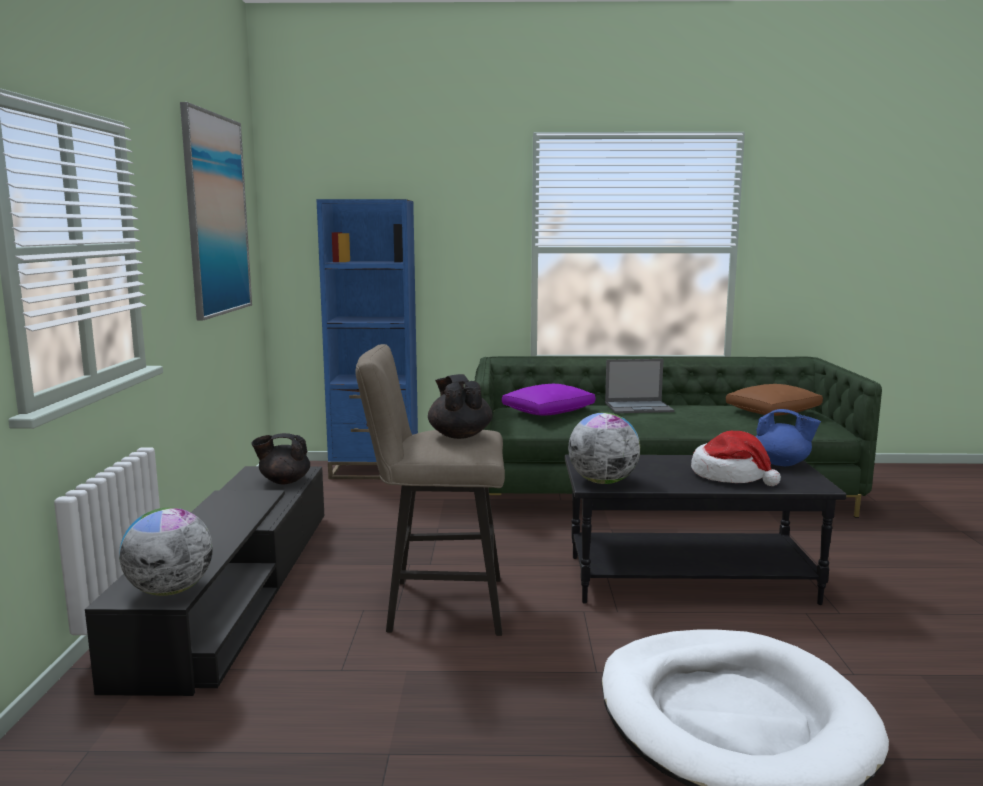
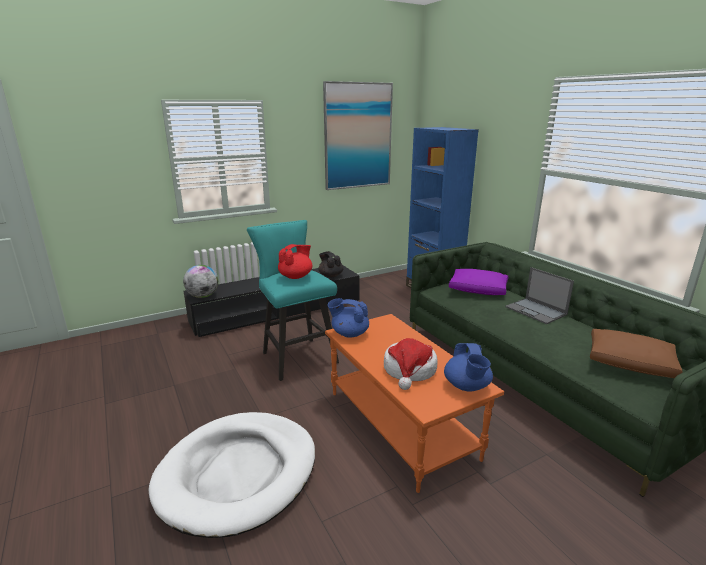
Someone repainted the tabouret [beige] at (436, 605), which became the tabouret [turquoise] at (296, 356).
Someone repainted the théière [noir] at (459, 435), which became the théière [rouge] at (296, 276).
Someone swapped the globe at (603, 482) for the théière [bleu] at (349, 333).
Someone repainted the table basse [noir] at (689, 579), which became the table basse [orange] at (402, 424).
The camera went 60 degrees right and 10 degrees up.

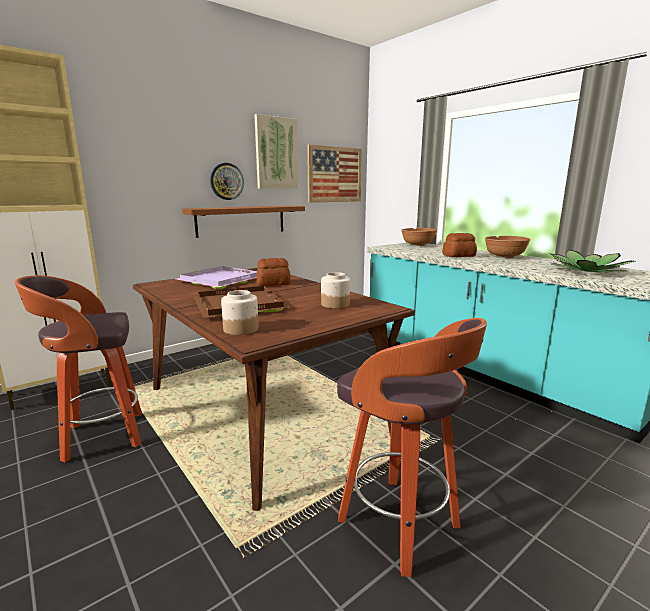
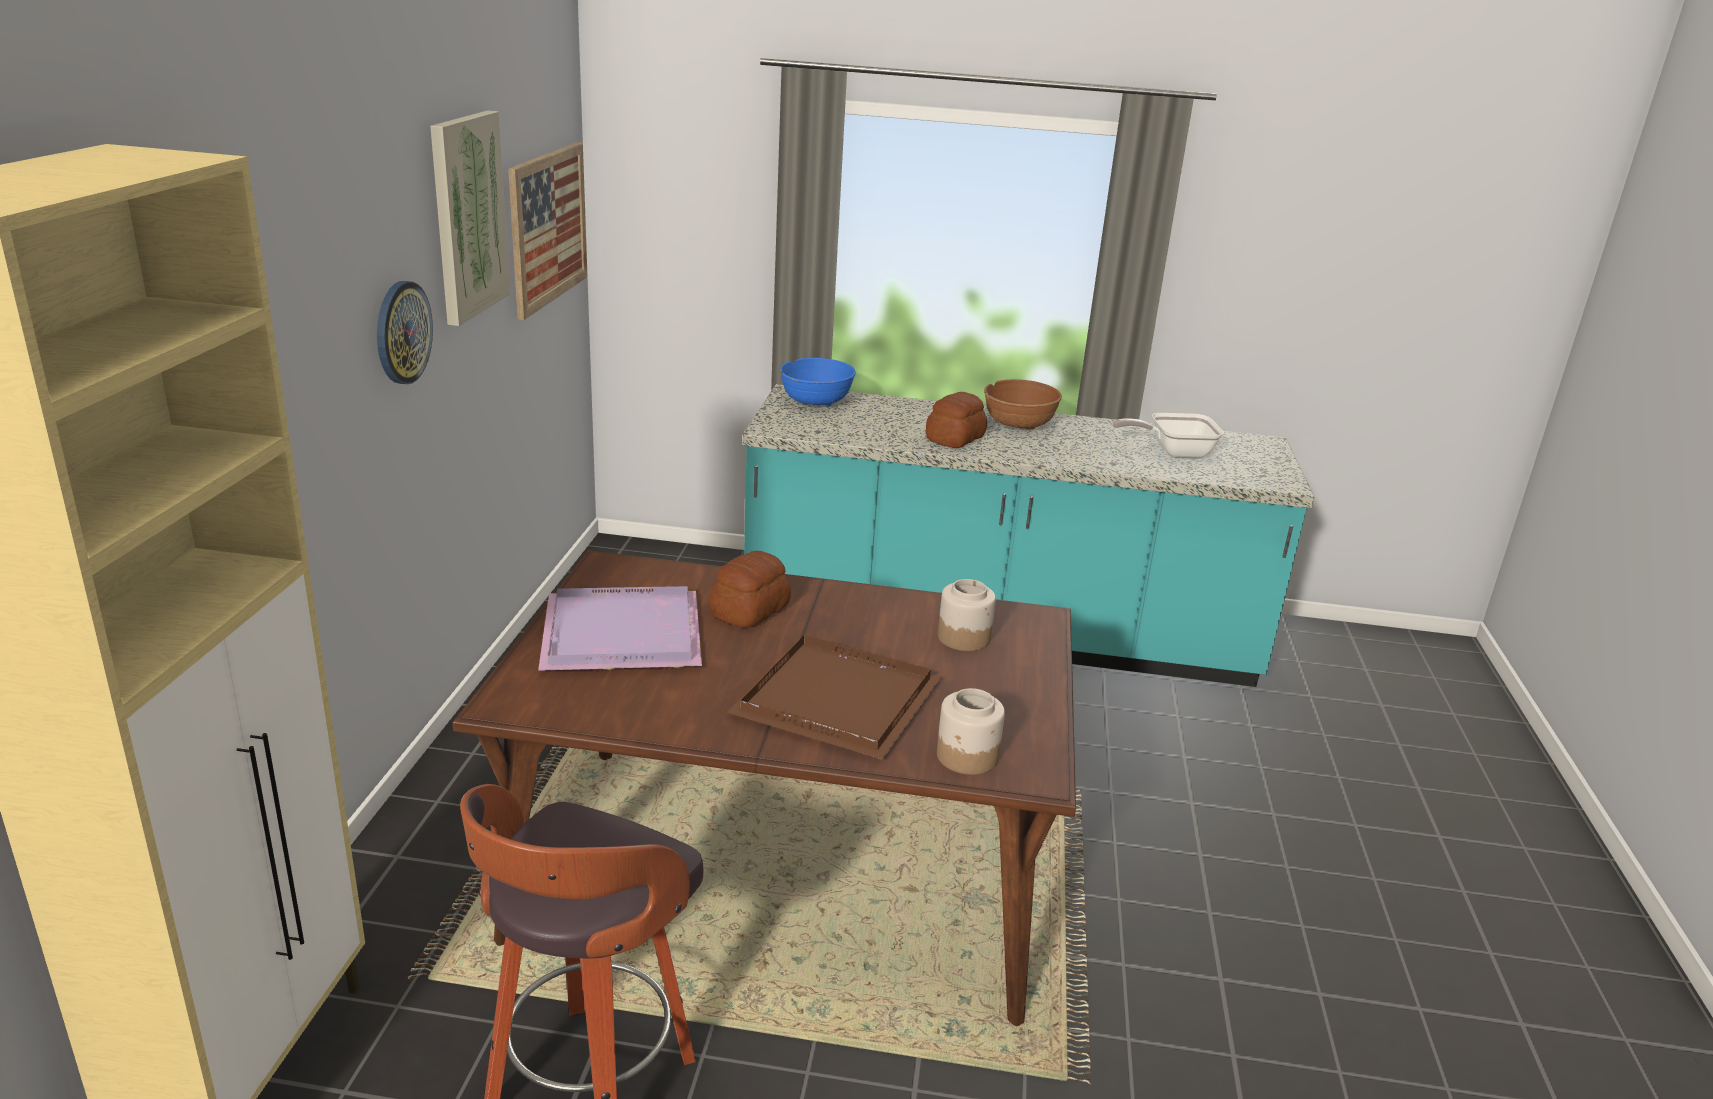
Someone took away the étagère [marron] at (241, 220).
Someone repainted the bol [marron] at (417, 245), which became the bol [bleu] at (816, 402).
Someone swapped the plante en pot at (587, 271) for the poêle at (1173, 452).
Someone took away the tabouret at (401, 525).
The camera went 45 degrees left and 10 degrees up.

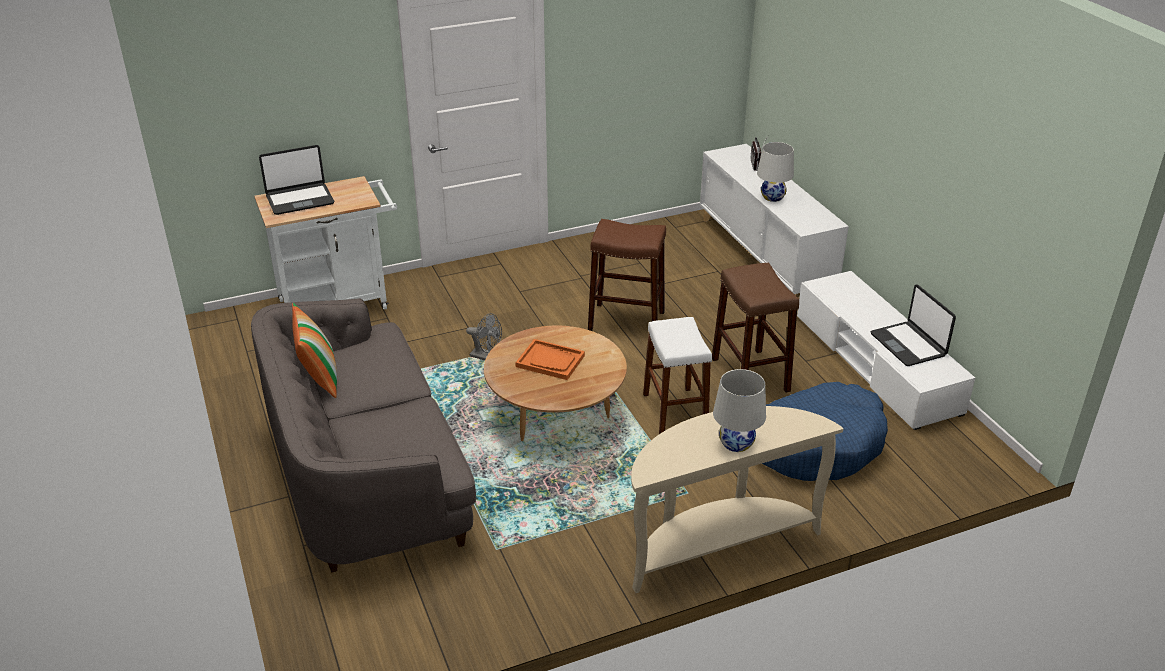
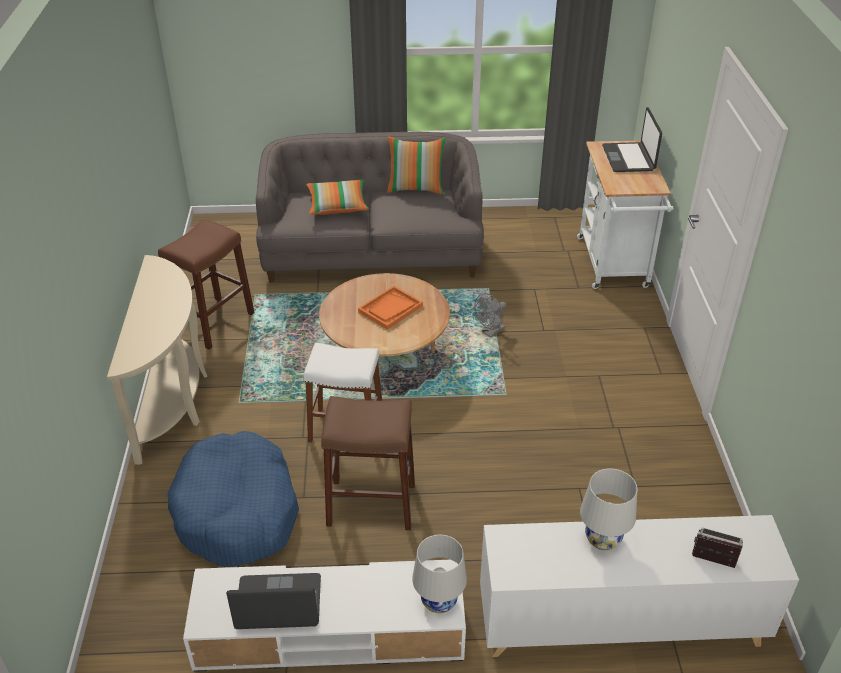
Someone carried the tabouret [marron] from (626, 321) to (213, 322).
Someone carried the lampe de table [blanc] from (736, 443) to (439, 601).
Someone put down the coussin at (338, 205).
The camera went 110 degrees right and 5 degrees up.

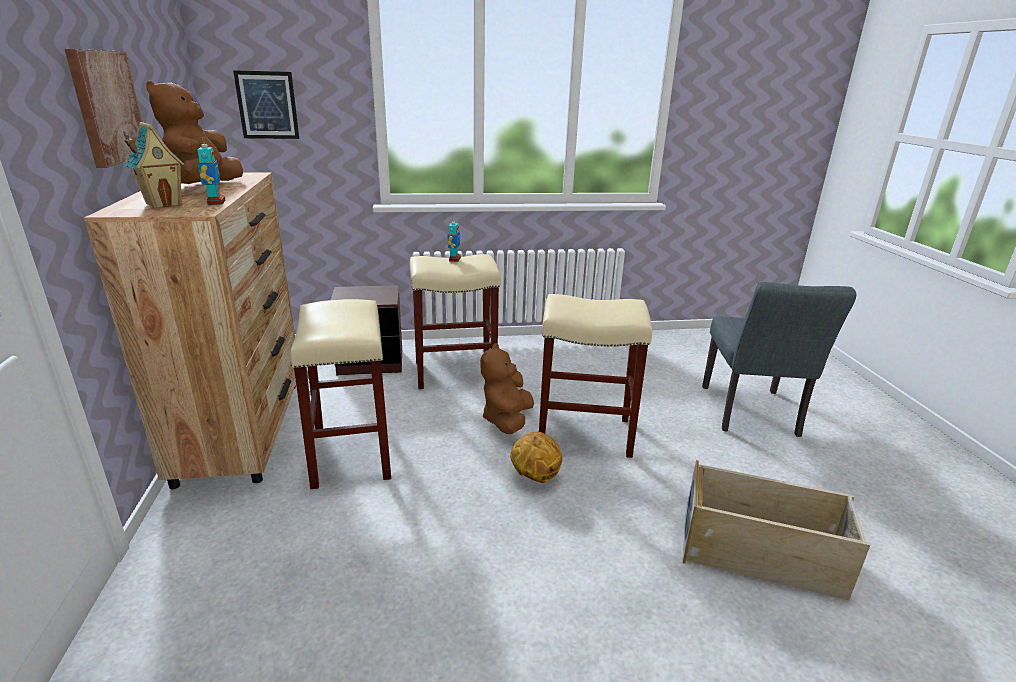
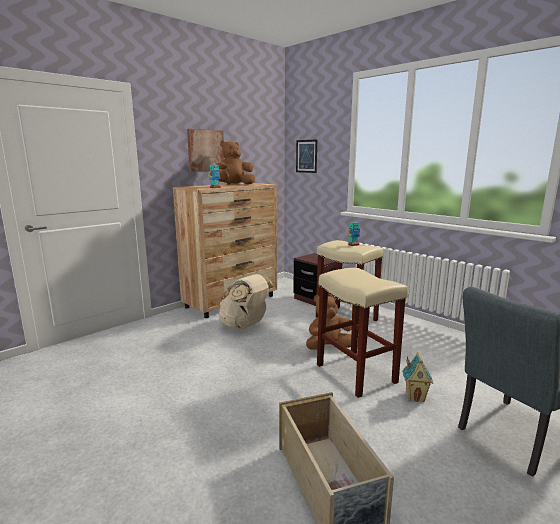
Someone carried the maison miniature from (164, 204) to (415, 396).
Someone swapped the tabouret [beige] at (352, 454) for the sac à dos [beige] at (245, 325).
Someone took away the ballon de basket at (534, 476).
The camera went 55 degrees right and 10 degrees down.

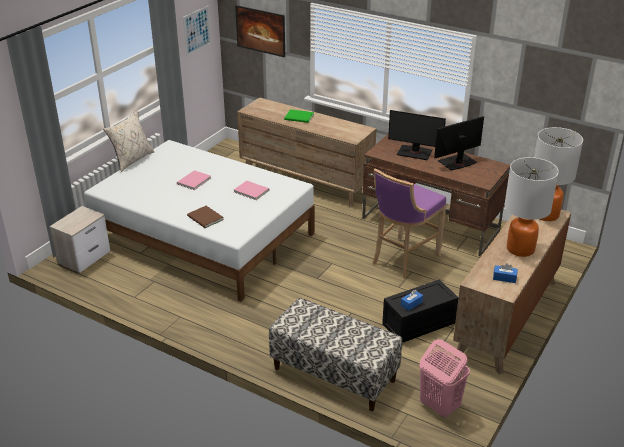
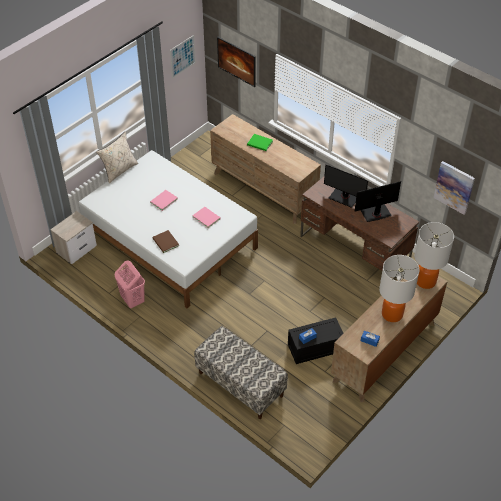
Someone took away the tabouret [violet] at (403, 259).
Someone carried the panier à linge [rose] from (439, 406) to (132, 300).
Someone put up the tableau at (454, 187).
The camera went 10 degrees right and 15 degrees up.

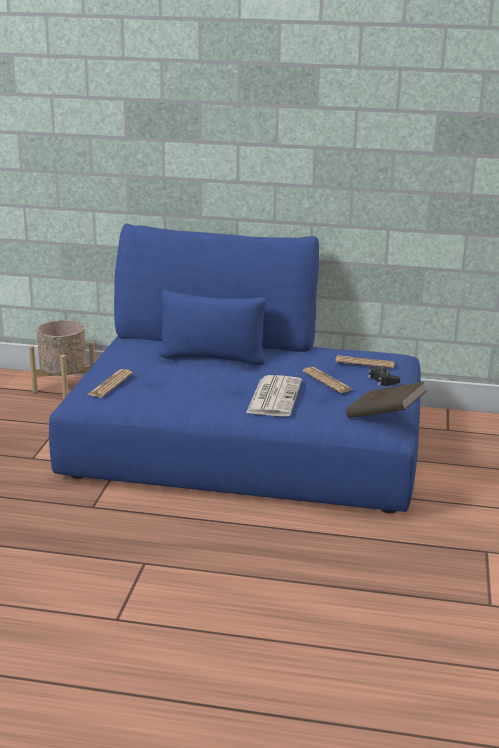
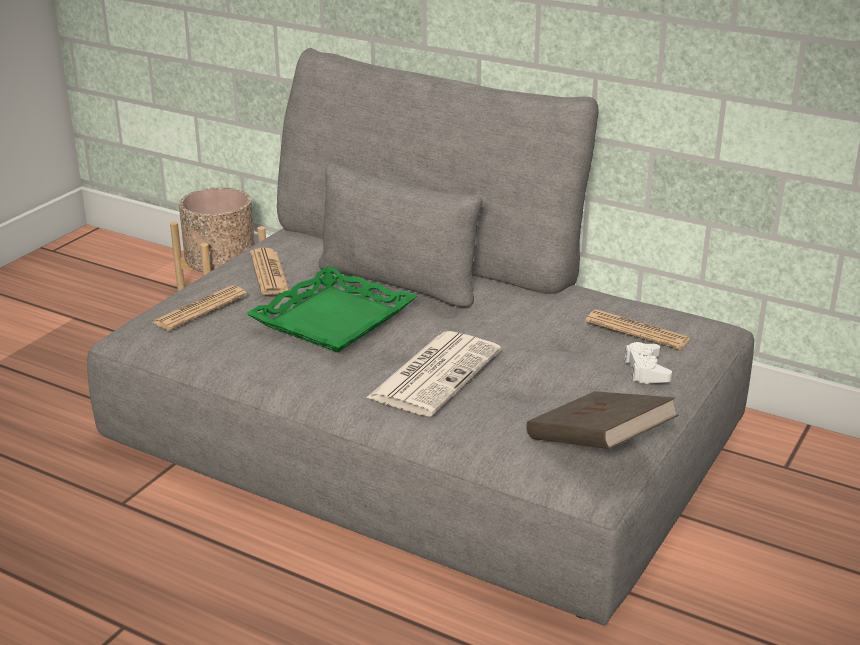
Someone repainted the canapé [bleu] at (247, 443), which became the canapé [gris] at (427, 433).
Someone repainted the manette [noir] at (382, 380), which became the manette [blanc] at (646, 370).
Someone carried the journal from (327, 381) to (269, 273).
Someone put down the plateau [vert] at (332, 319).
The camera went 20 degrees right and 5 degrees up.

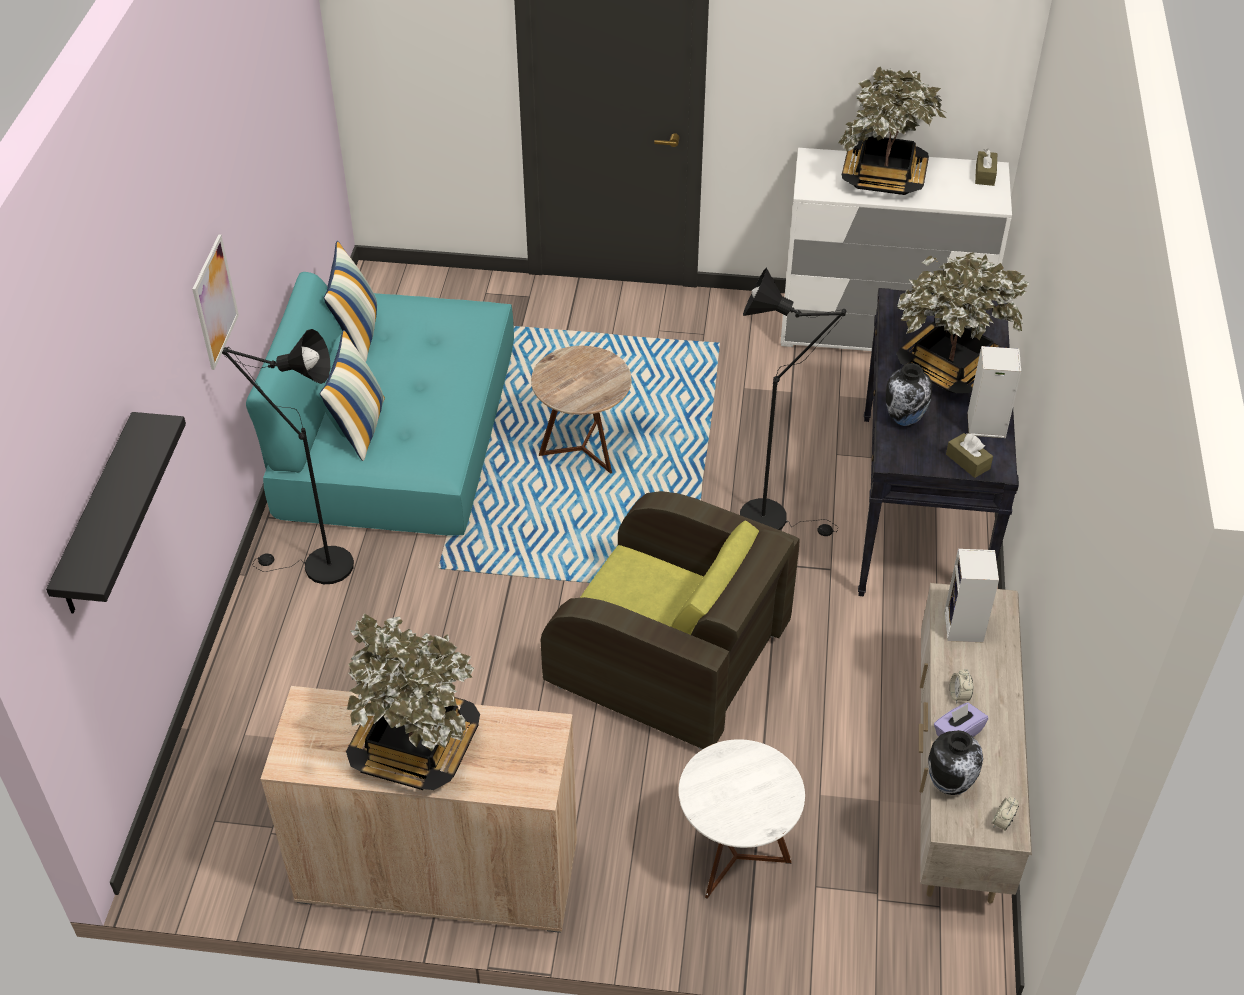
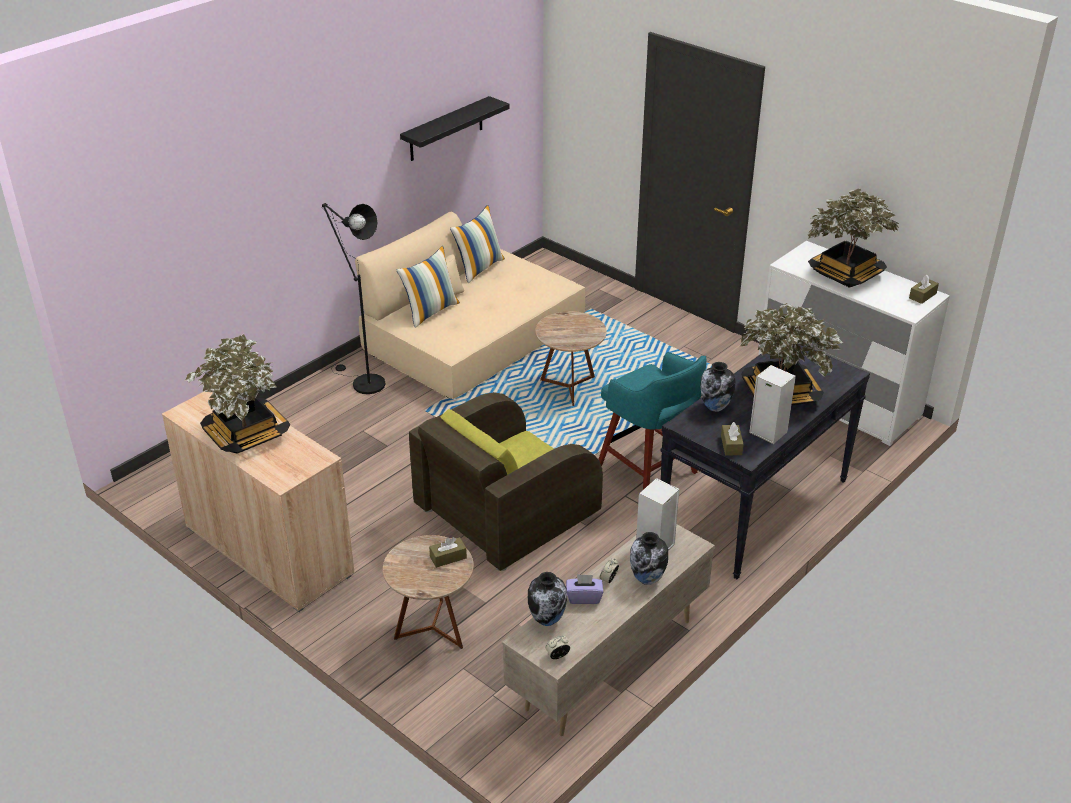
Someone took away the tableau at (215, 302).
Someone swapped the lampadaire [noir] at (773, 518) for the tabouret [turquoise] at (649, 470).
Someone repainted the canapé [turquoise] at (398, 431), which became the canapé [beige] at (474, 337).
Someone carried the étagère [noir] from (98, 517) to (446, 129).
Someone rotated the fauteuil [marron] at (670, 658) by 75 degrees clockwise.
Someone repainted the table d'appoint [blanc] at (735, 858), which became the table d'appoint [marron] at (432, 629).
Someone put down the vase at (647, 579).
Someone put down the boîte à mouchoirs [marron] at (448, 557).
The camera went 35 degrees right and 10 degrees down.

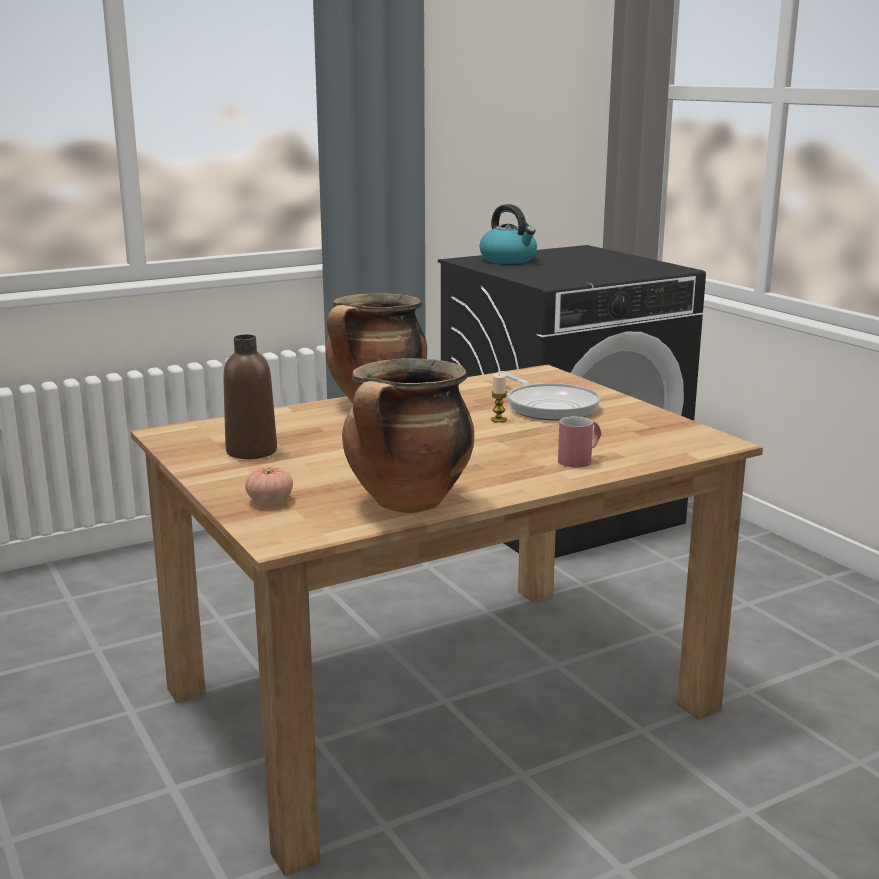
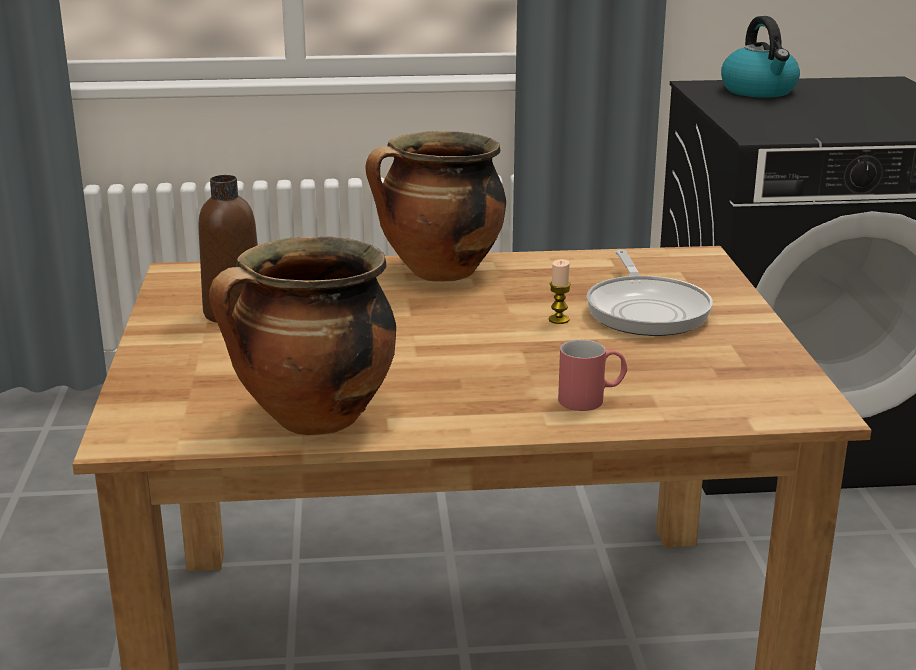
Someone took away the tomate at (270, 500).
The camera went 25 degrees right and 5 degrees up.

